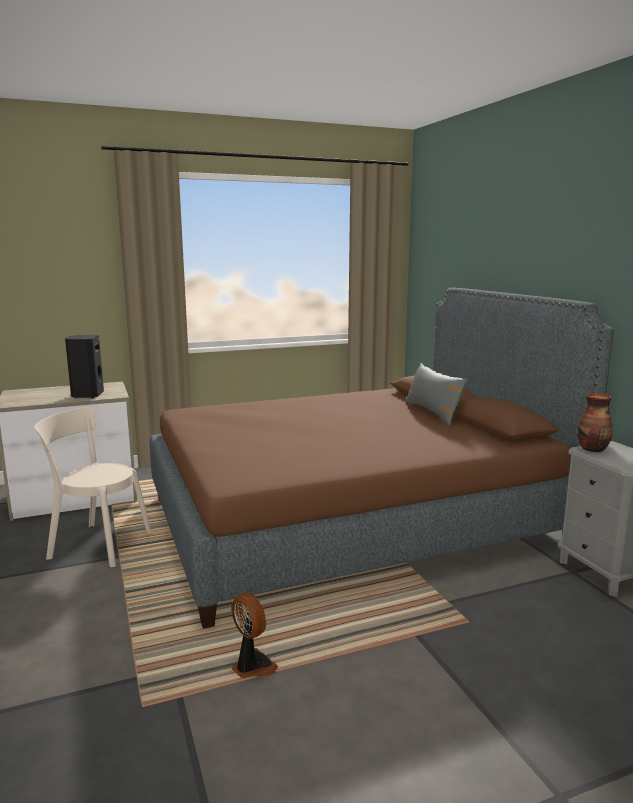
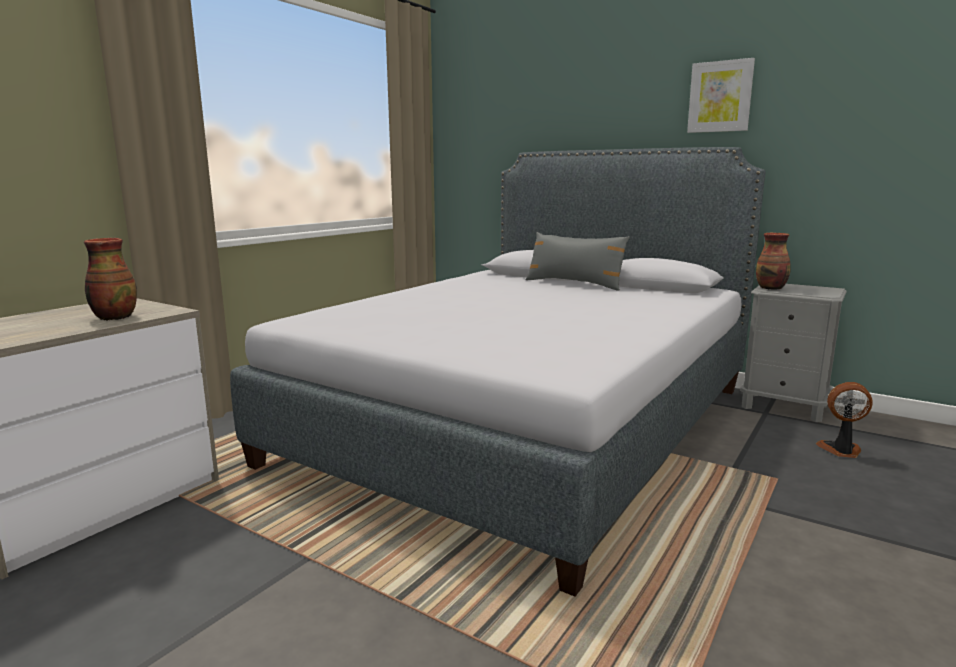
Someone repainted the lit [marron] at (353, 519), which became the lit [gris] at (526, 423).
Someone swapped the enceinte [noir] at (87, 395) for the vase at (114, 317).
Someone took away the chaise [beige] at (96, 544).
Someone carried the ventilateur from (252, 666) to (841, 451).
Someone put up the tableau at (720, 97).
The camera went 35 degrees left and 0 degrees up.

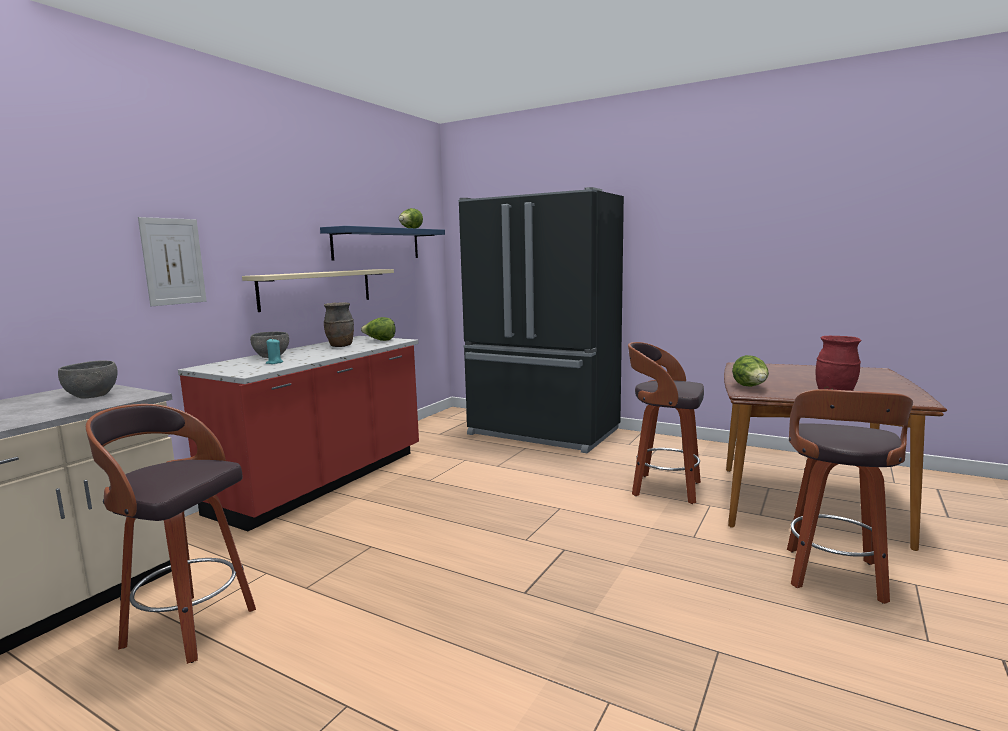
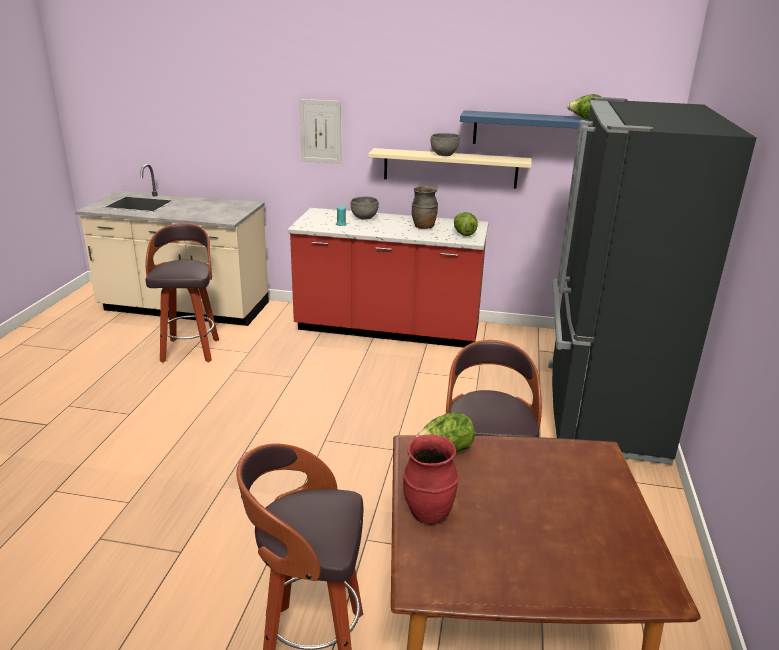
Someone carried the bol [gris] from (92, 396) to (444, 155).
The camera went 70 degrees right and 15 degrees up.

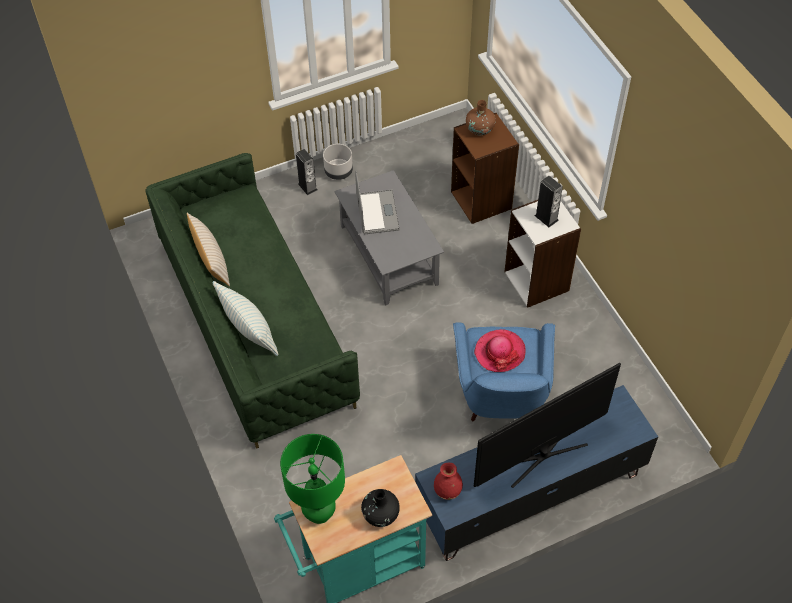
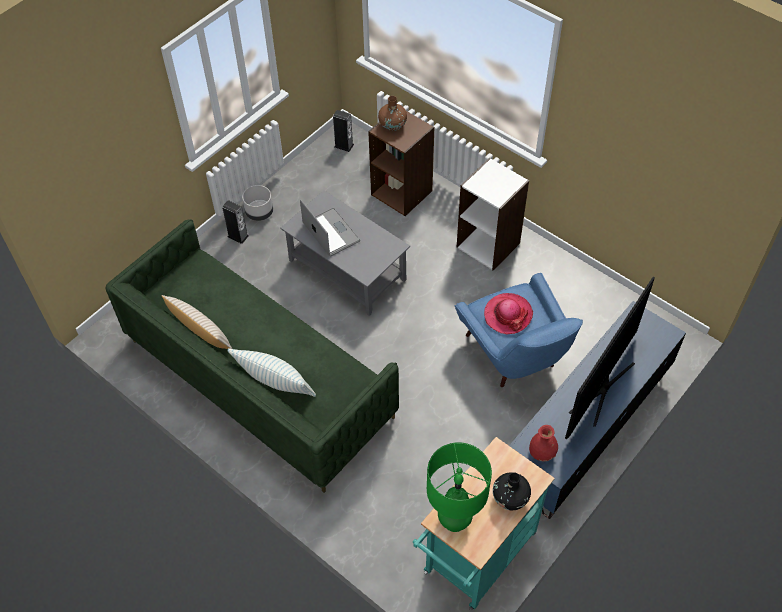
Someone carried the enceinte from (546, 218) to (344, 145).
The camera went 25 degrees left and 0 degrees up.

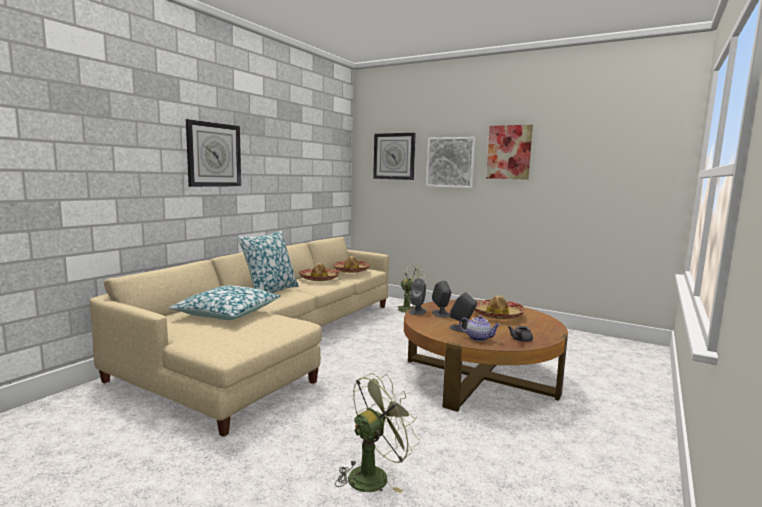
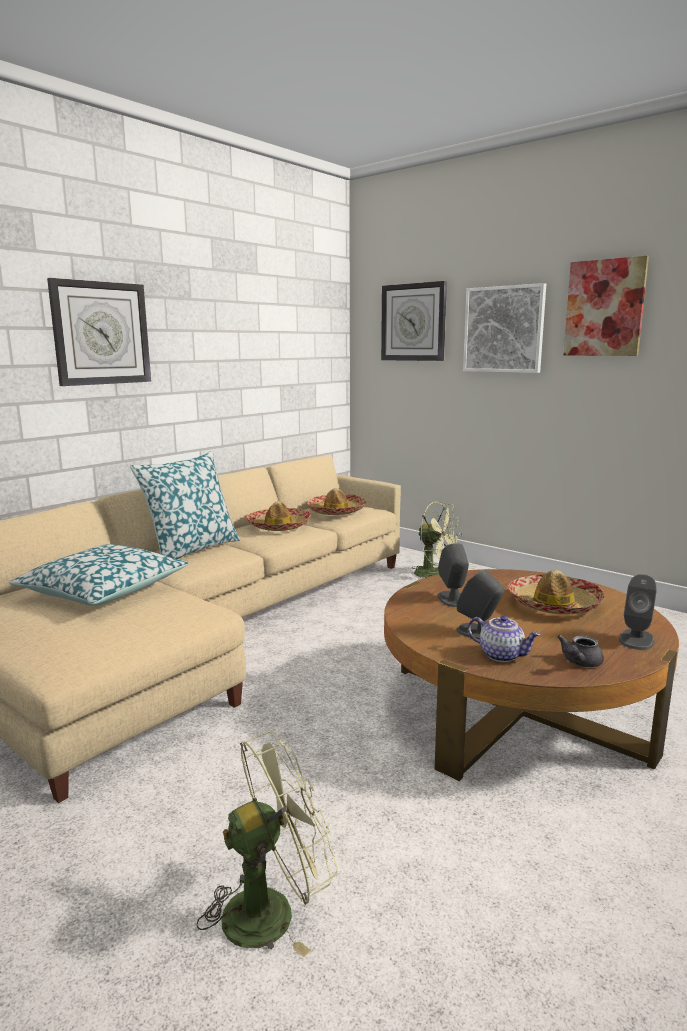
Someone carried the enceinte [gris] from (417, 311) to (636, 639).
The camera went 10 degrees right and 5 degrees up.

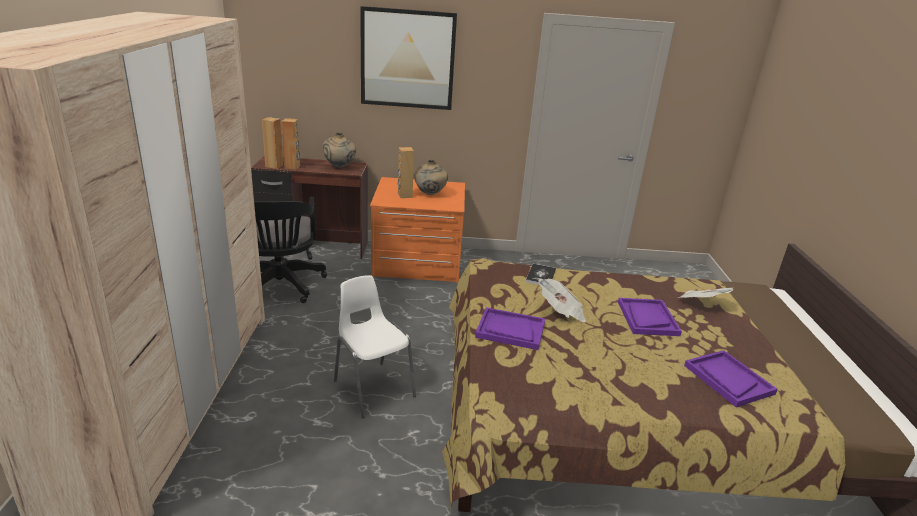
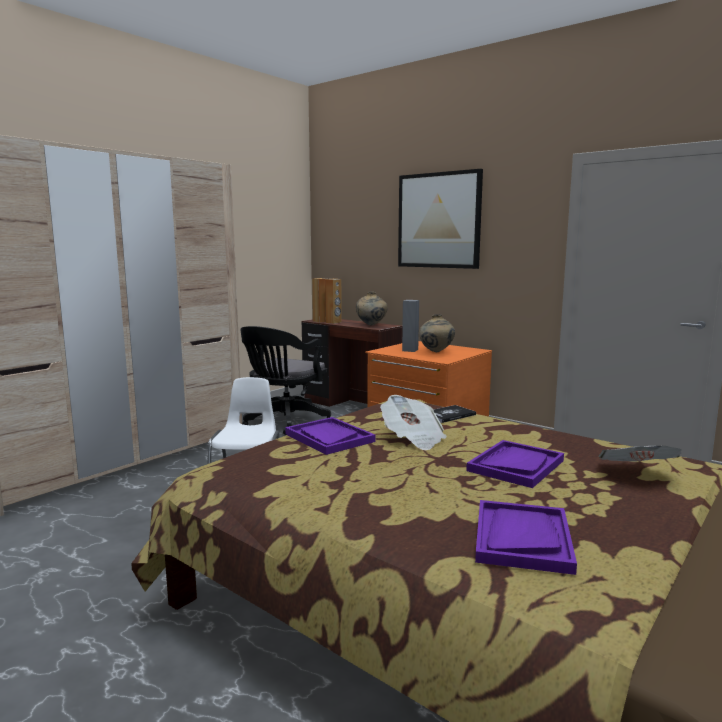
Someone repainted the enceinte [marron] at (404, 195), which became the enceinte [gris] at (410, 350).
The camera went 40 degrees right and 15 degrees down.

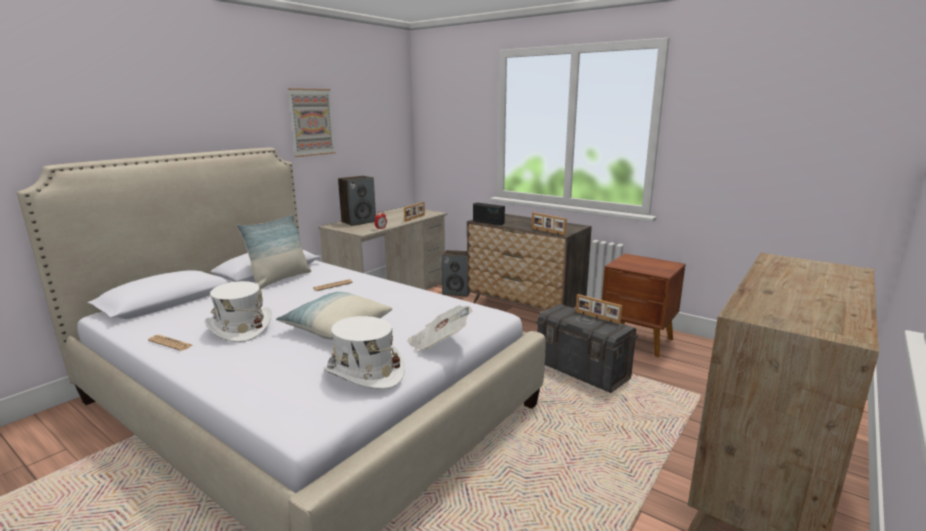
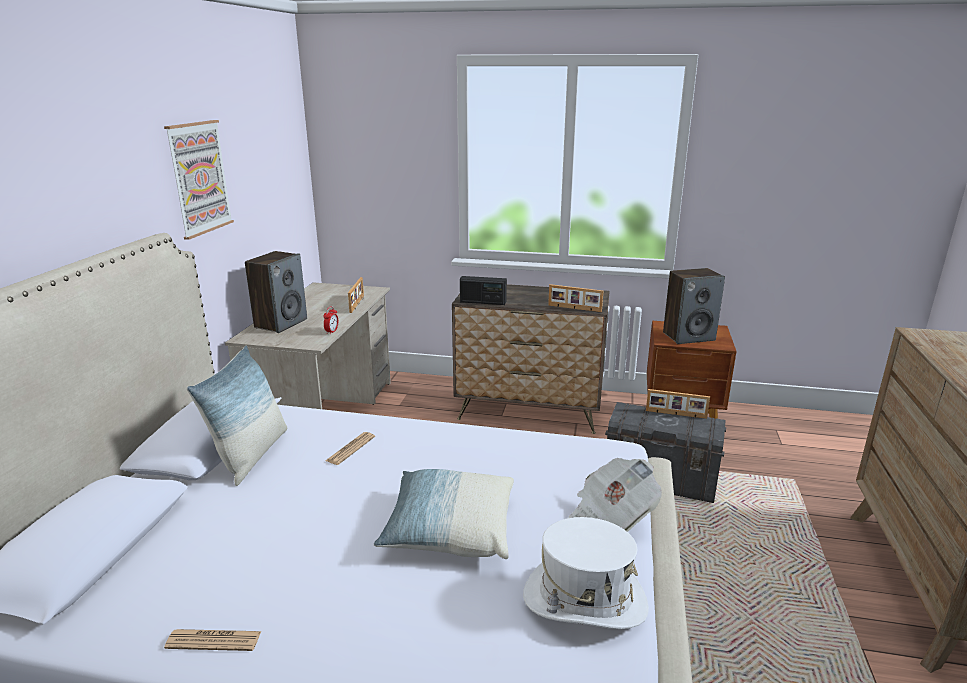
Someone carried the enceinte from (457, 292) to (688, 336).
Someone took away the chapeau [blanc] at (240, 328).
The camera went 25 degrees left and 5 degrees up.

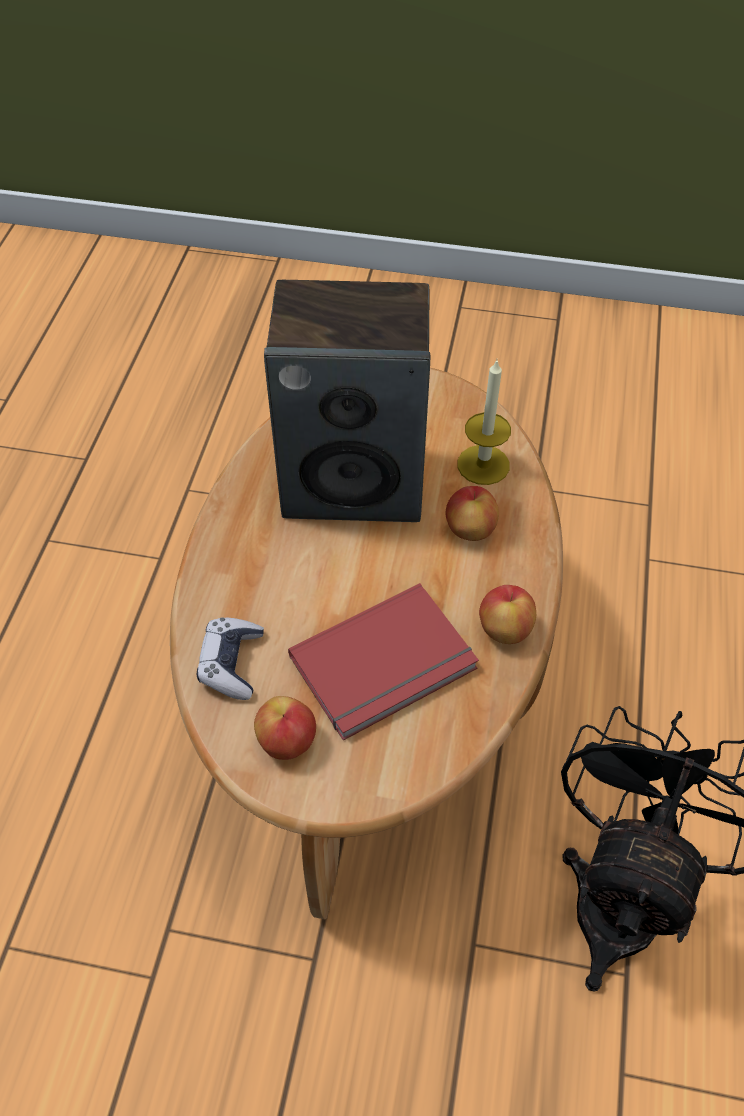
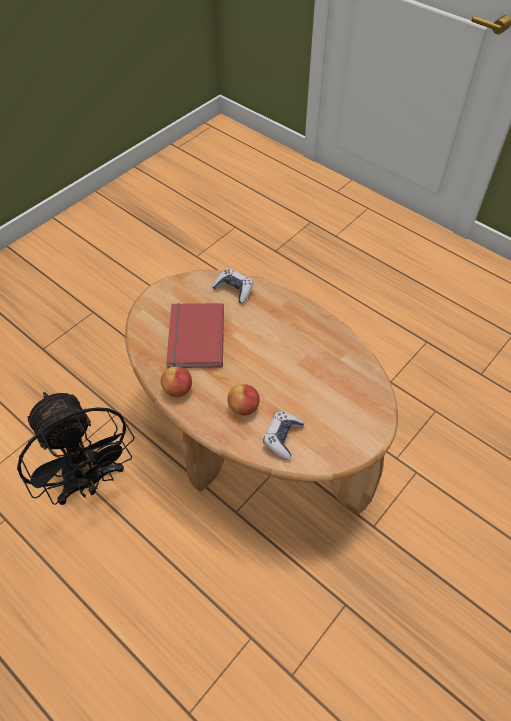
Someone took away the enceinte at (354, 482).
Someone swapped the bougie at (483, 465) for the manette at (282, 437).
Someone took away the pomme at (287, 741).
The camera went 120 degrees right and 0 degrees up.

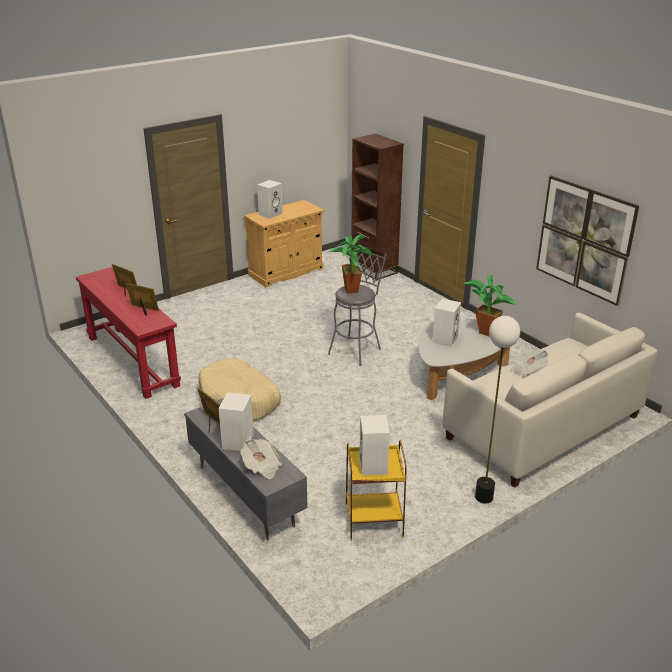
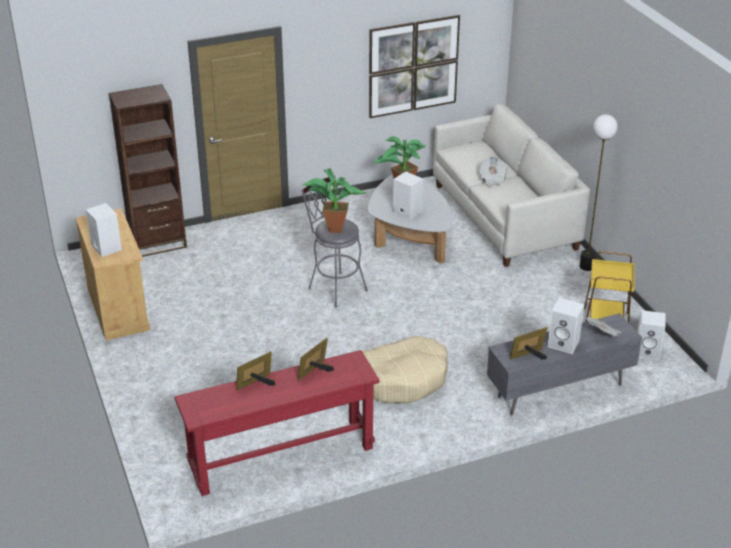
Someone carried the enceinte [blanc] from (374, 466) to (647, 351).
The camera went 75 degrees left and 5 degrees up.

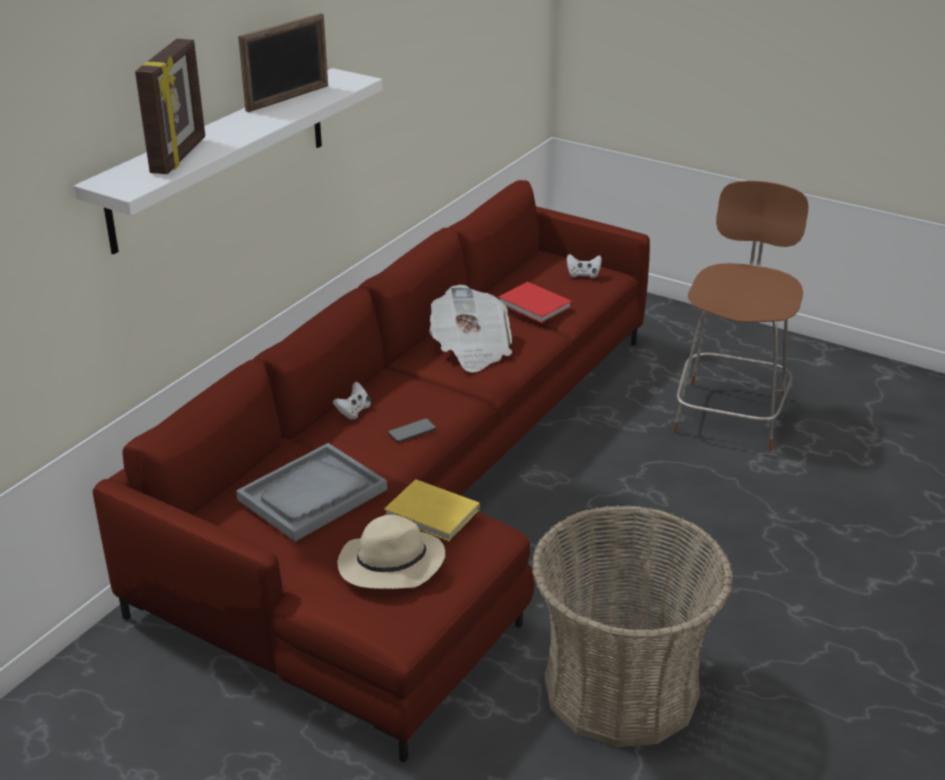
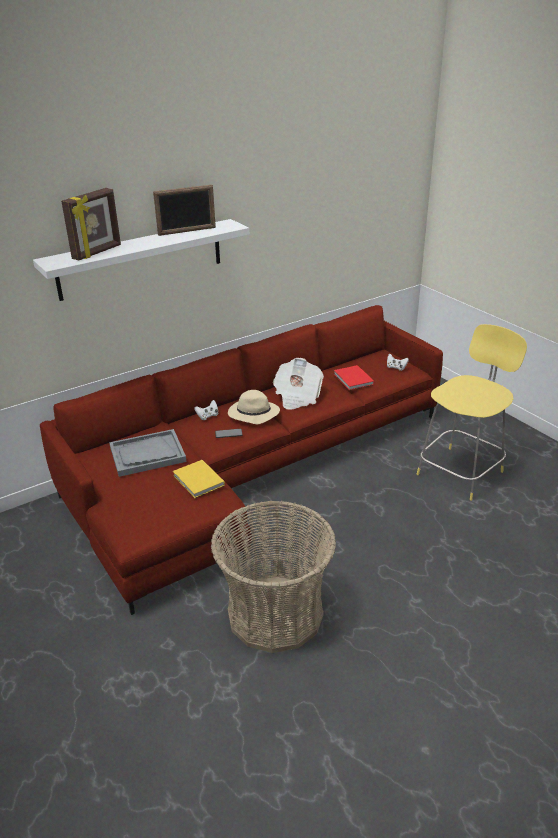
Someone repainted the tabouret [marron] at (730, 413), which became the tabouret [jaune] at (461, 471).
Someone carried the chapeau [beige] from (390, 565) to (252, 414).
The camera went 25 degrees right and 0 degrees up.

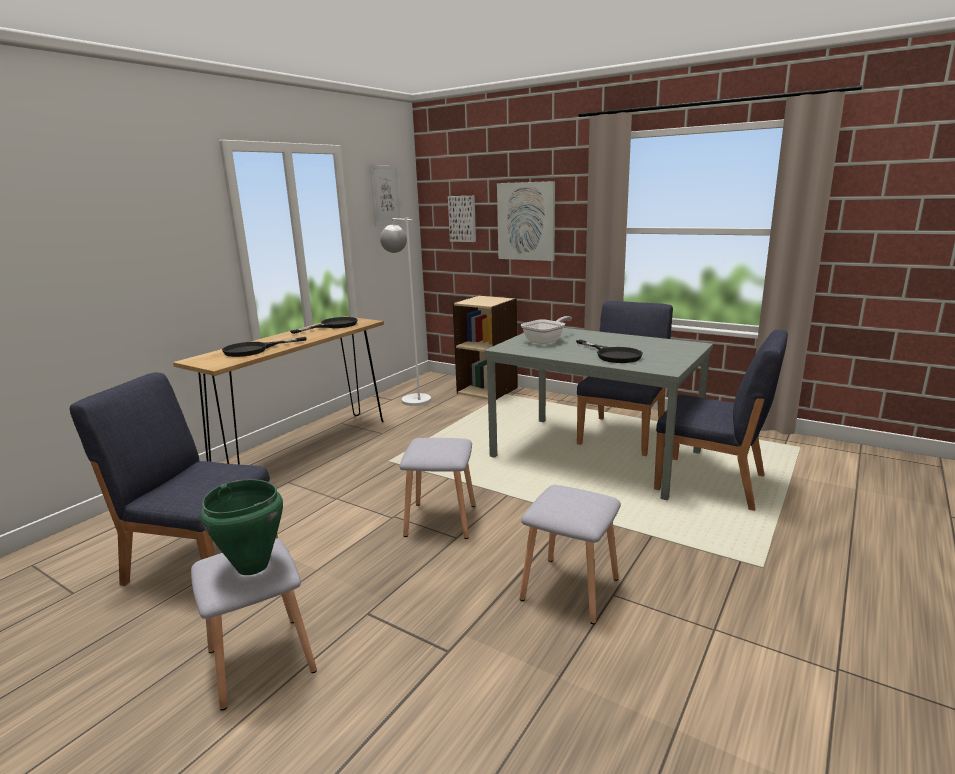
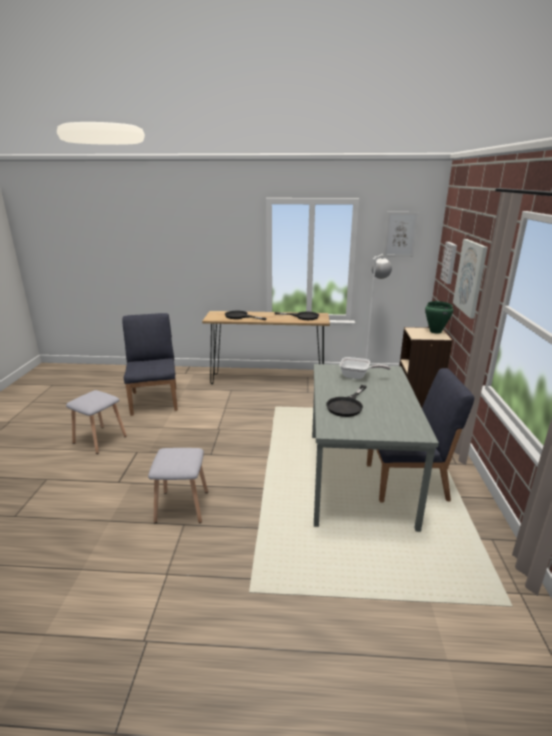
Someone took away the chaise [bleu] at (711, 483).
Someone took away the tabouret [gris] at (440, 519).
Someone carried the marmite [vert] from (252, 566) to (435, 331).
The camera went 60 degrees right and 5 degrees up.

